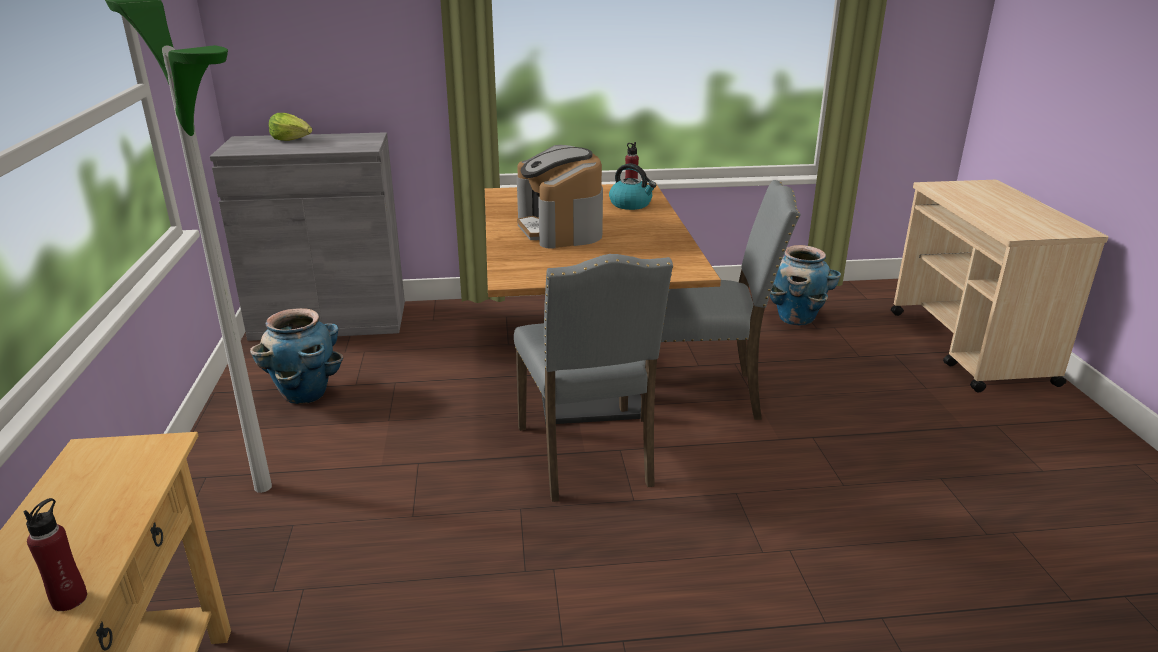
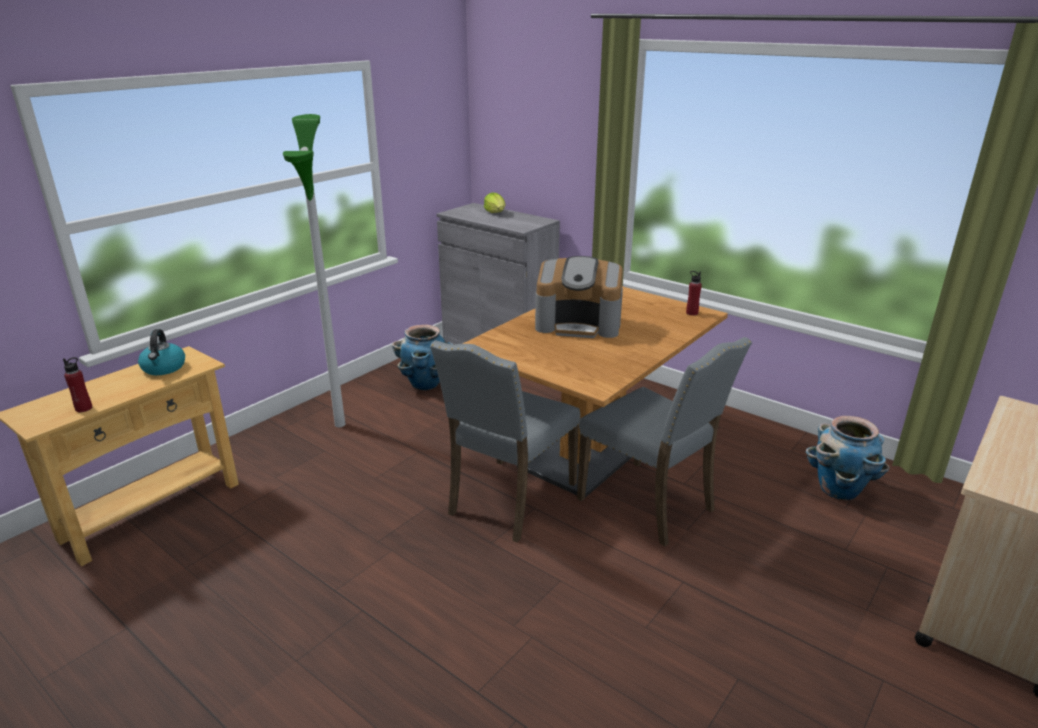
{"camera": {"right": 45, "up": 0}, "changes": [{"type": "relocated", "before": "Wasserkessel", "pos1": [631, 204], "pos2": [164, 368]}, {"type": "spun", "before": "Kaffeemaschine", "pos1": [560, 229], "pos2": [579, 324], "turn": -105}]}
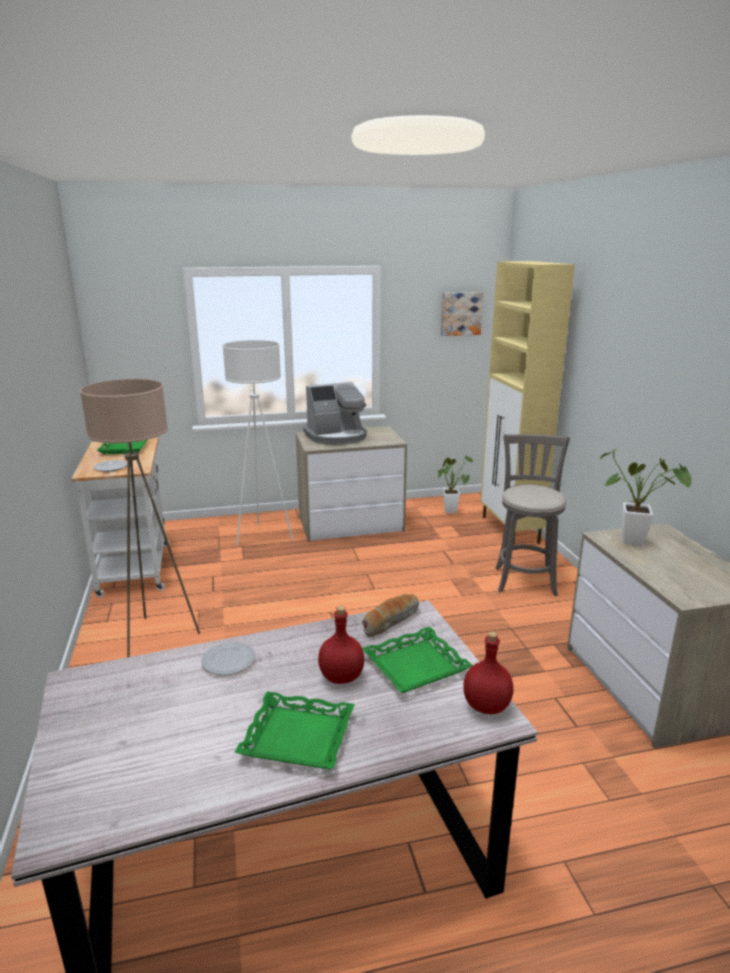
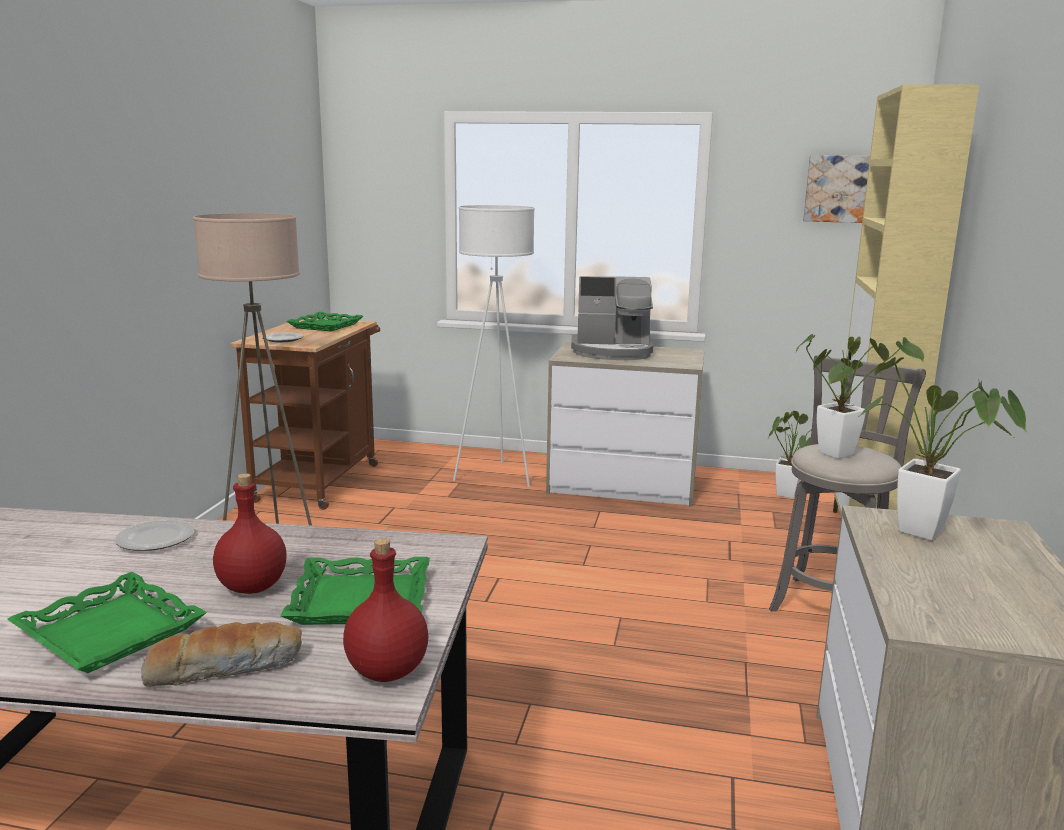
{"camera": {"right": 25, "up": -5}, "changes": [{"type": "relocated", "before": "Brot", "pos1": [390, 620], "pos2": [225, 667]}, {"type": "colour", "before": "Rollwagen/weiß", "after": "Rollwagen/braun", "pos1": [135, 566], "pos2": [320, 479]}, {"type": "appeared", "after": "Topfpflanze", "pos2": [841, 453]}]}
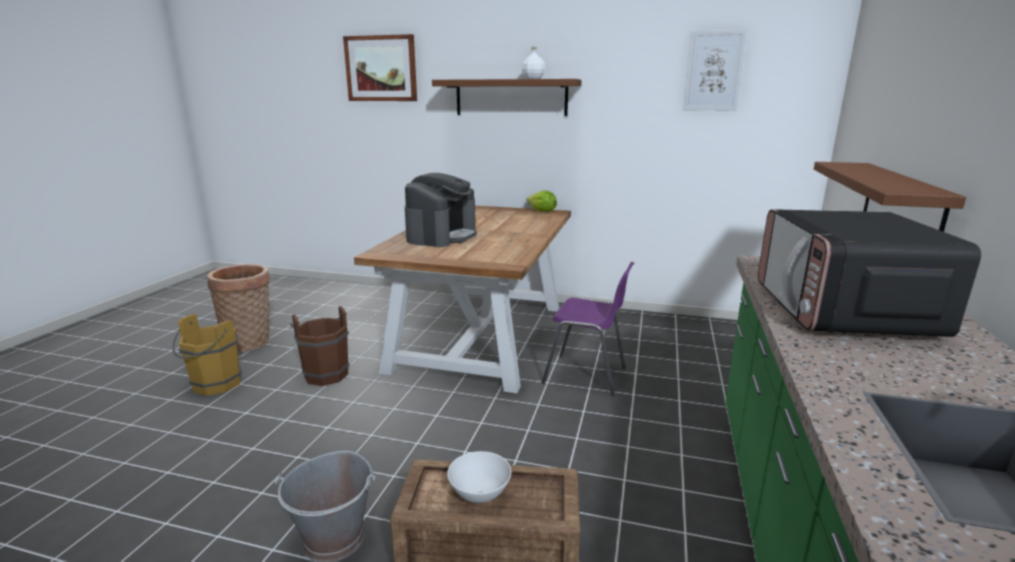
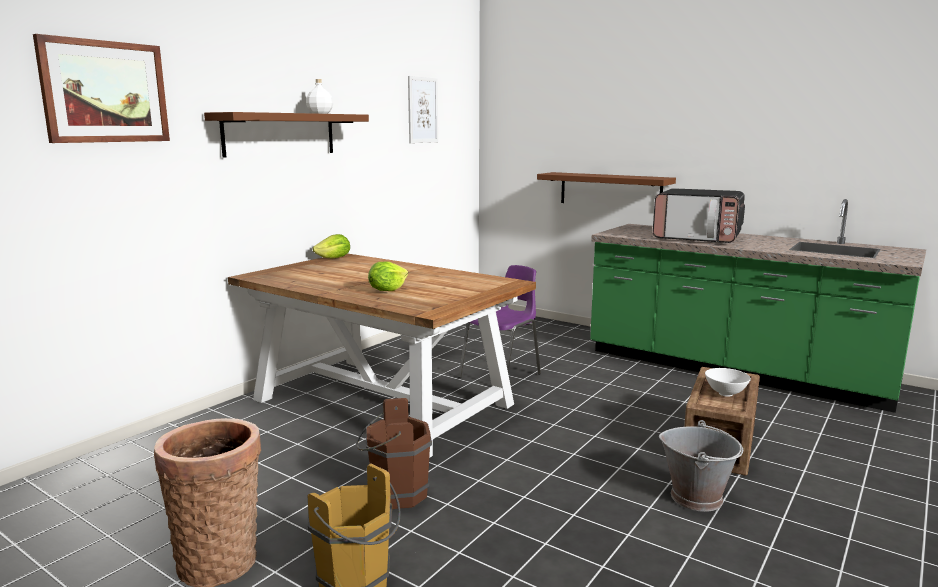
{"camera": {"right": -70, "up": -5}, "changes": [{"type": "exchanged", "before": "Kaffeemaschine", "after": "Salatkopf", "pos1": [442, 236], "pos2": [387, 290]}]}
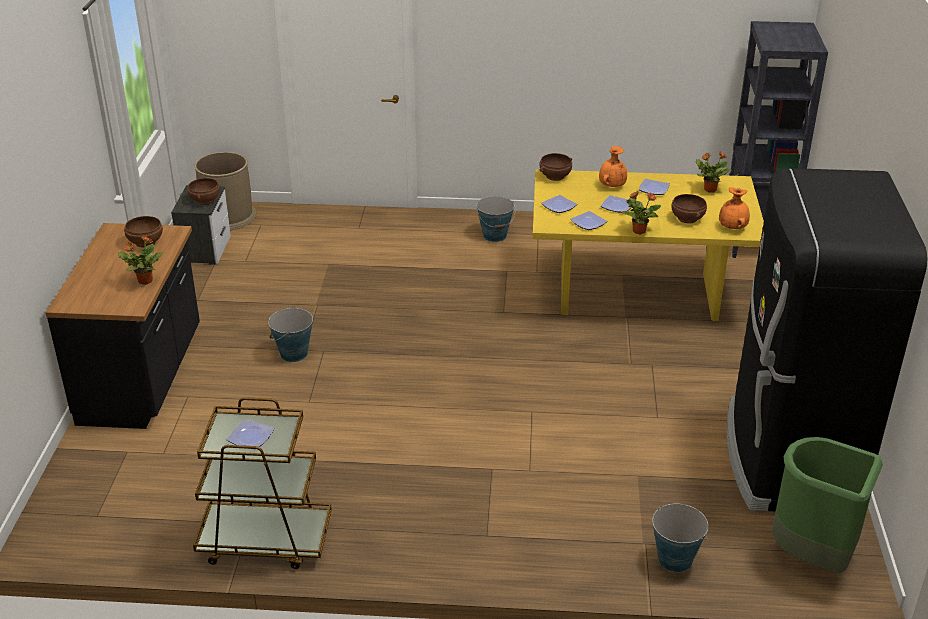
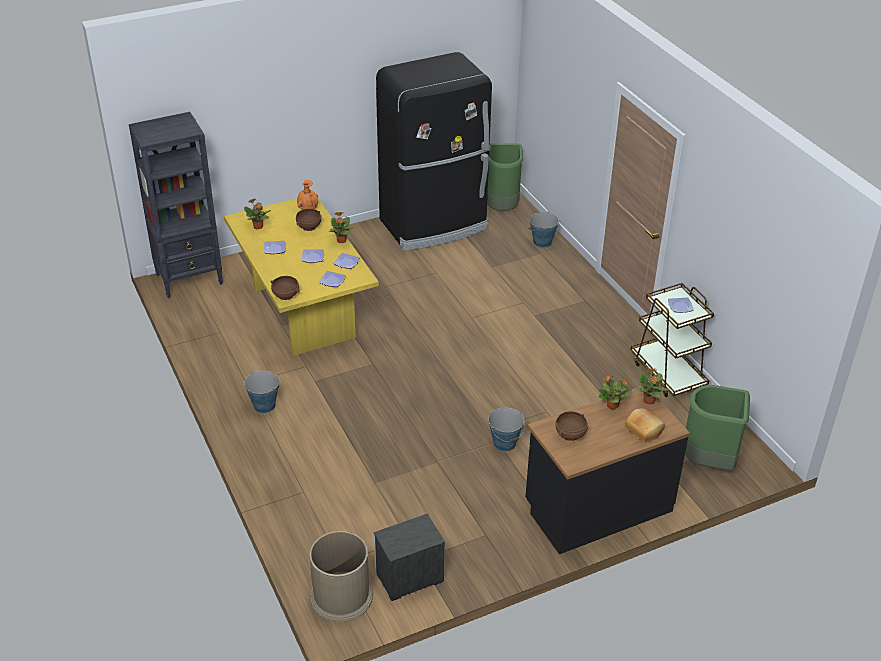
{"camera": {"right": -120, "up": 5}, "changes": [{"type": "appeared", "after": "Brot", "pos2": [644, 430]}, {"type": "appeared", "after": "Topfpflanze", "pos2": [649, 401]}, {"type": "appeared", "after": "Mülleimer/grün", "pos2": [709, 462]}, {"type": "missing", "before": "Schüssel/braun", "pos1": [205, 200]}, {"type": "missing", "before": "Vase/orange", "pos1": [611, 186]}]}
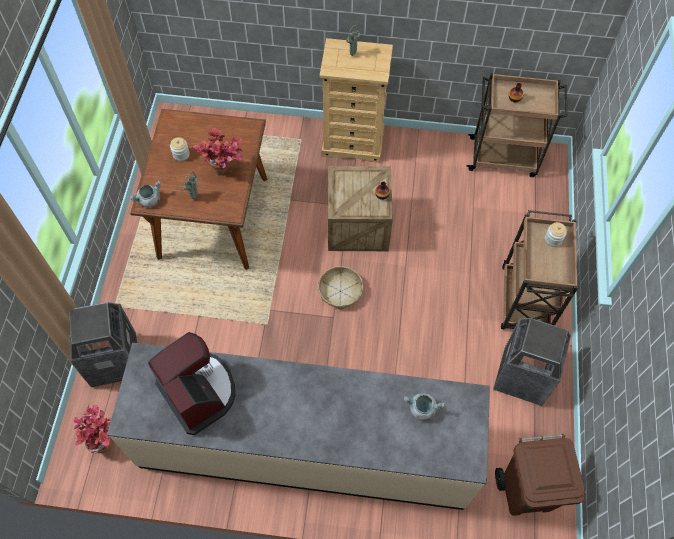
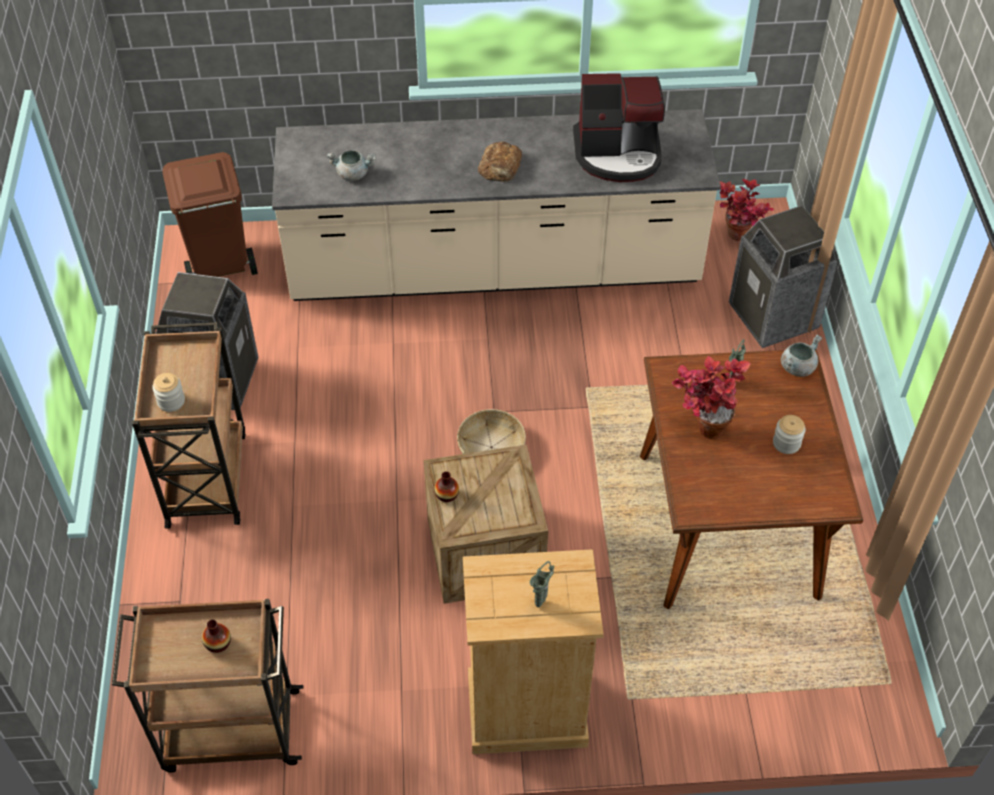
{"camera": {"right": 170, "up": -10}, "changes": [{"type": "appeared", "after": "Brot", "pos2": [500, 167]}, {"type": "spun", "before": "Kaffeemaschine", "pos1": [199, 392], "pos2": [618, 154], "turn": -45}]}
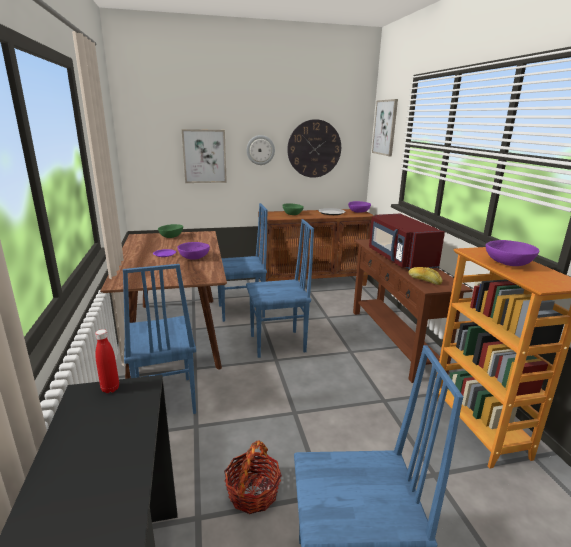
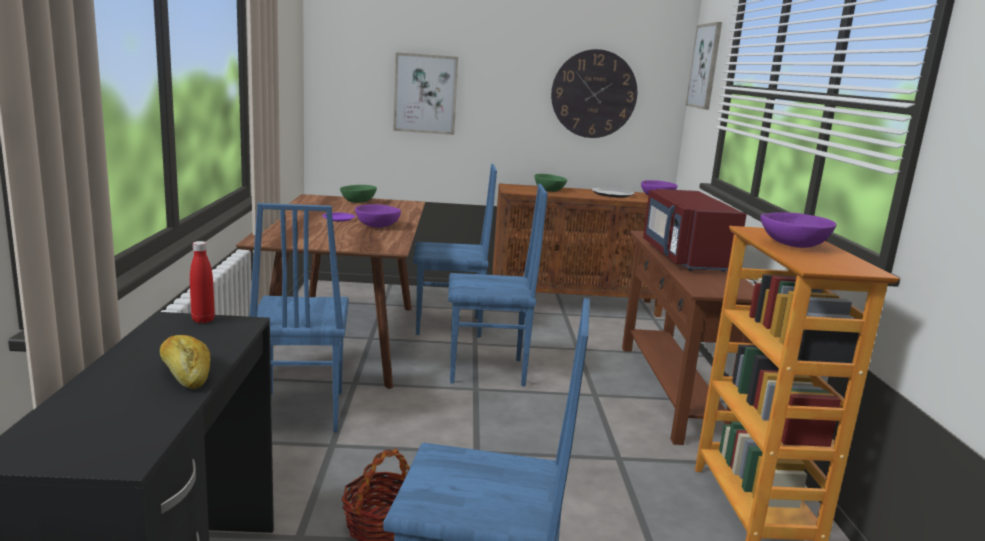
{"camera": {"right": 10, "up": -5}, "changes": [{"type": "relocated", "before": "Brot", "pos1": [424, 280], "pos2": [186, 373]}, {"type": "missing", "before": "Wanduhr", "pos1": [260, 150]}]}
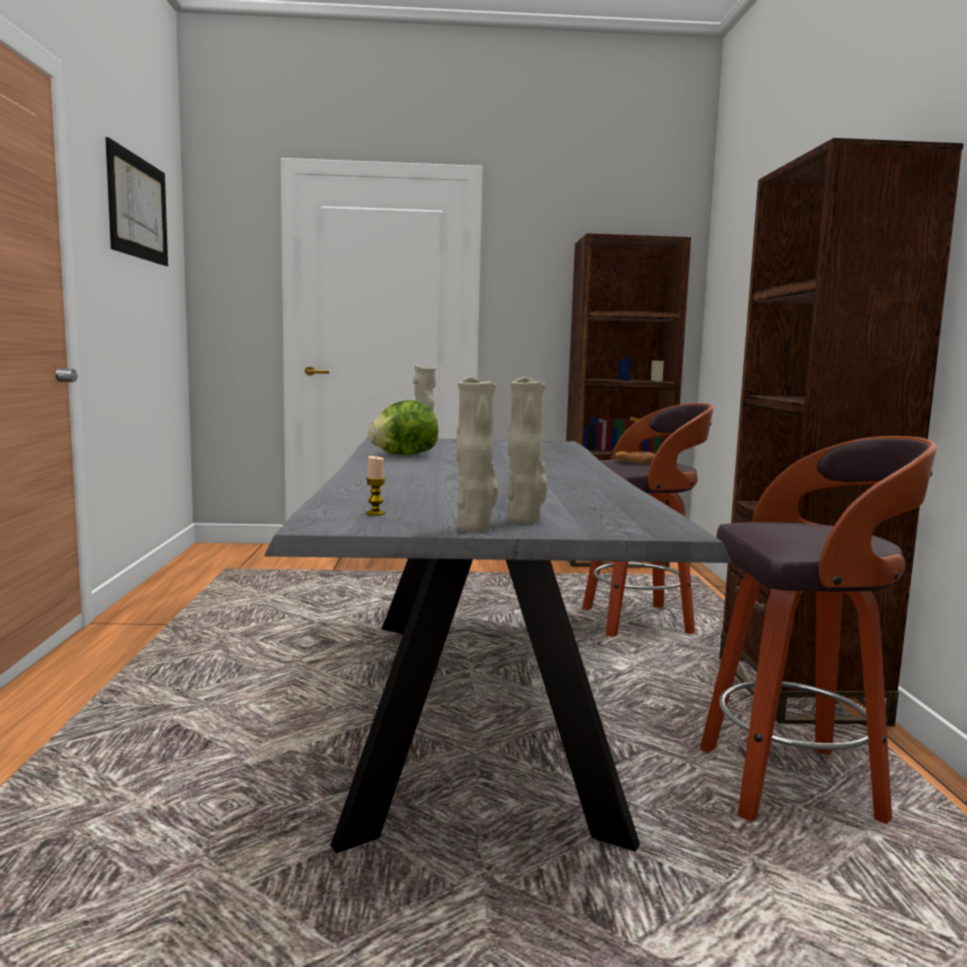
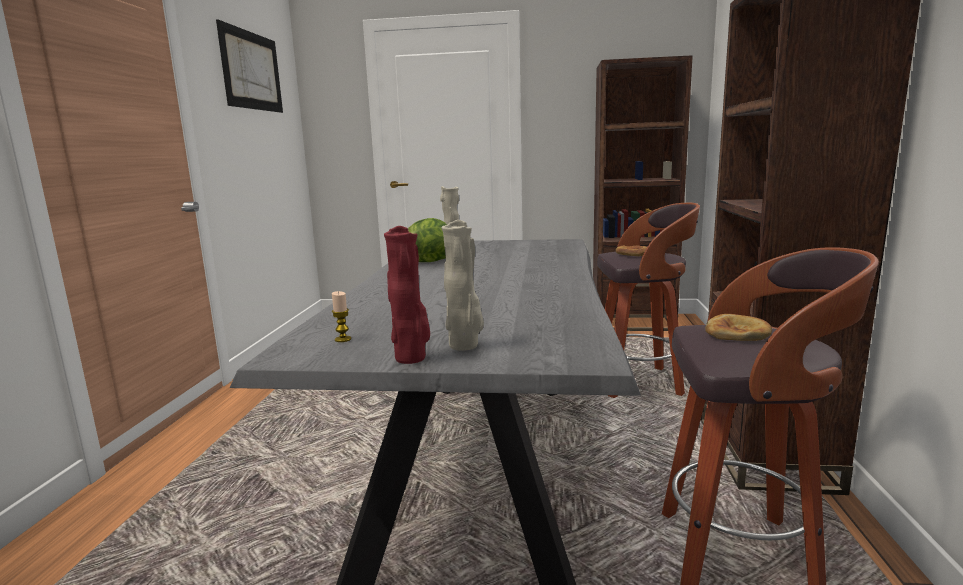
{"camera": {"right": 10, "up": 5}, "changes": [{"type": "colour", "before": "Vase/beige", "after": "Vase/rot", "pos1": [475, 528], "pos2": [412, 359]}, {"type": "appeared", "after": "Brot", "pos2": [737, 333]}]}
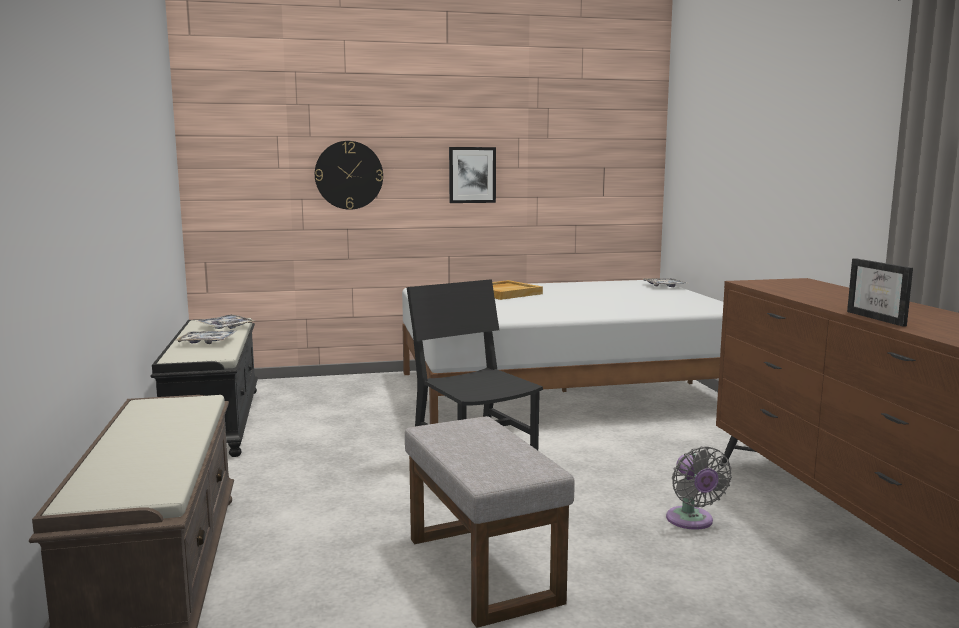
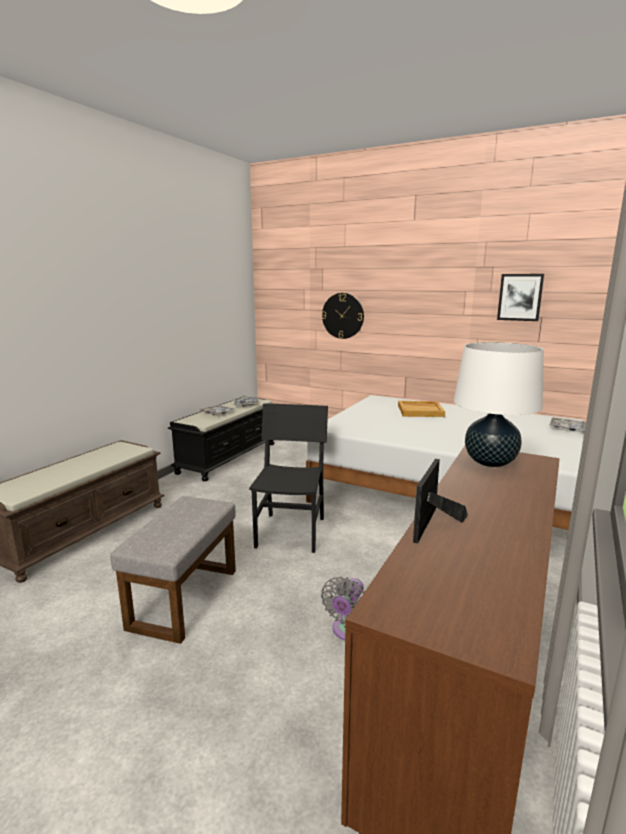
{"camera": {"right": 40, "up": 5}, "changes": [{"type": "appeared", "after": "Tischlampe/weiß", "pos2": [490, 462]}, {"type": "relocated", "before": "Bild", "pos1": [472, 175], "pos2": [520, 297]}]}
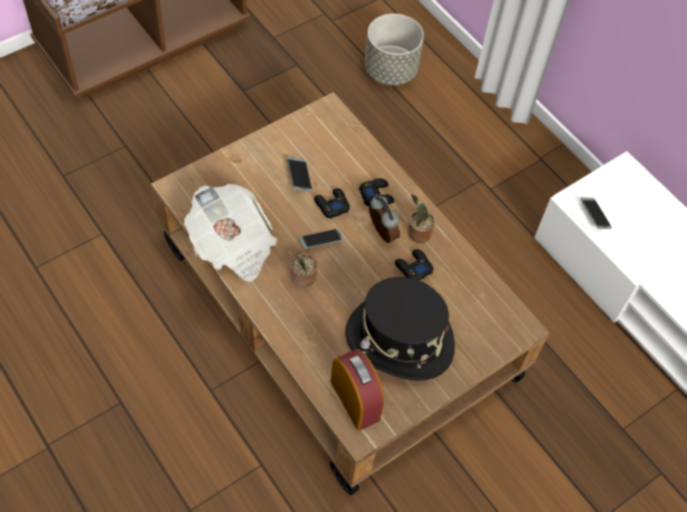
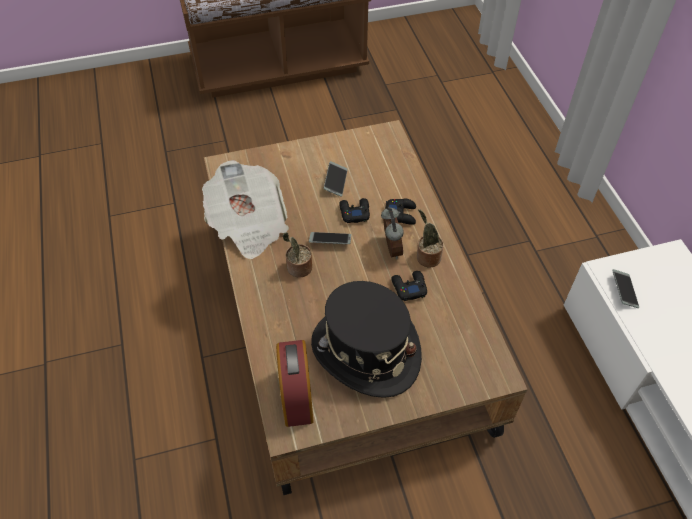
{"camera": {"right": 25, "up": -5}, "changes": [{"type": "missing", "before": "Pflanzkübel/grau", "pos1": [391, 70]}]}
